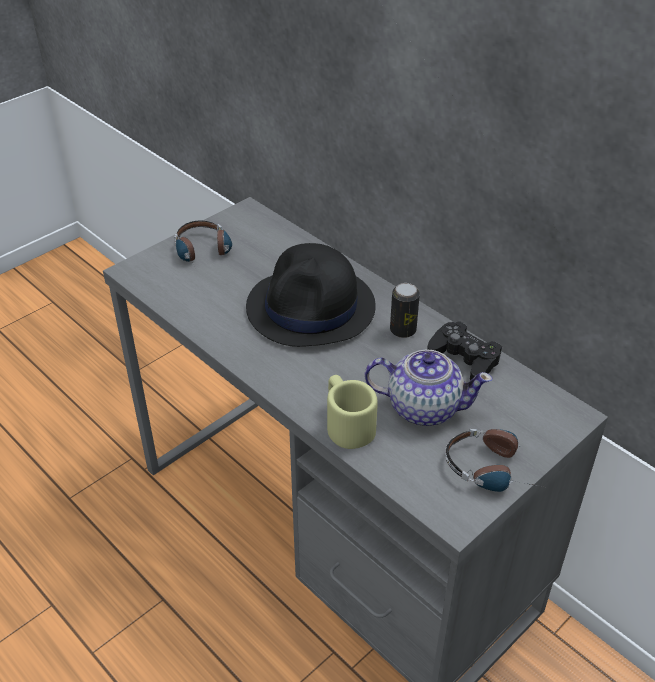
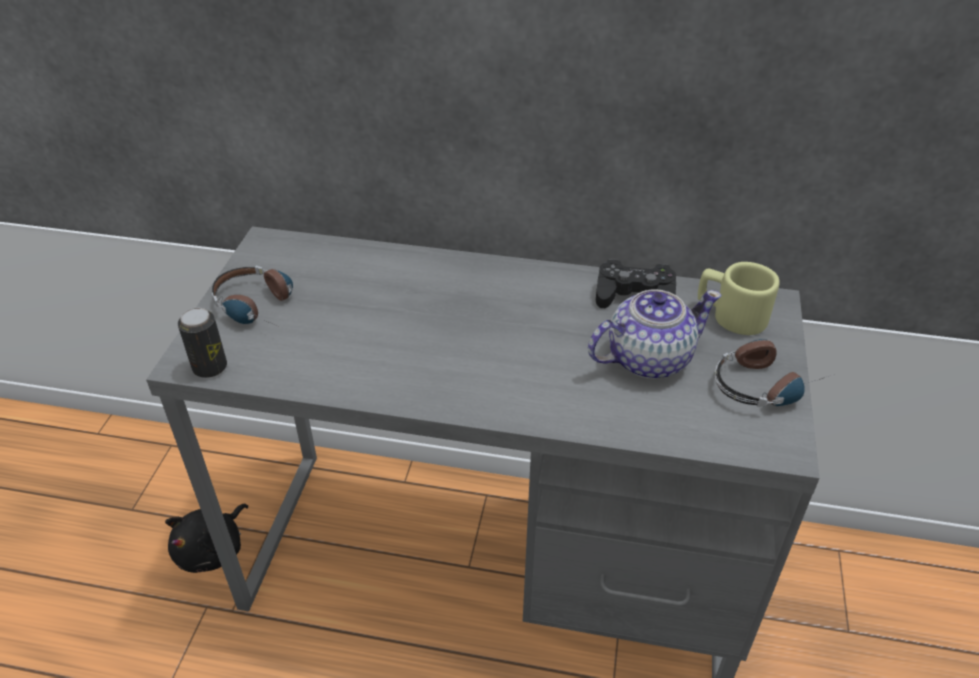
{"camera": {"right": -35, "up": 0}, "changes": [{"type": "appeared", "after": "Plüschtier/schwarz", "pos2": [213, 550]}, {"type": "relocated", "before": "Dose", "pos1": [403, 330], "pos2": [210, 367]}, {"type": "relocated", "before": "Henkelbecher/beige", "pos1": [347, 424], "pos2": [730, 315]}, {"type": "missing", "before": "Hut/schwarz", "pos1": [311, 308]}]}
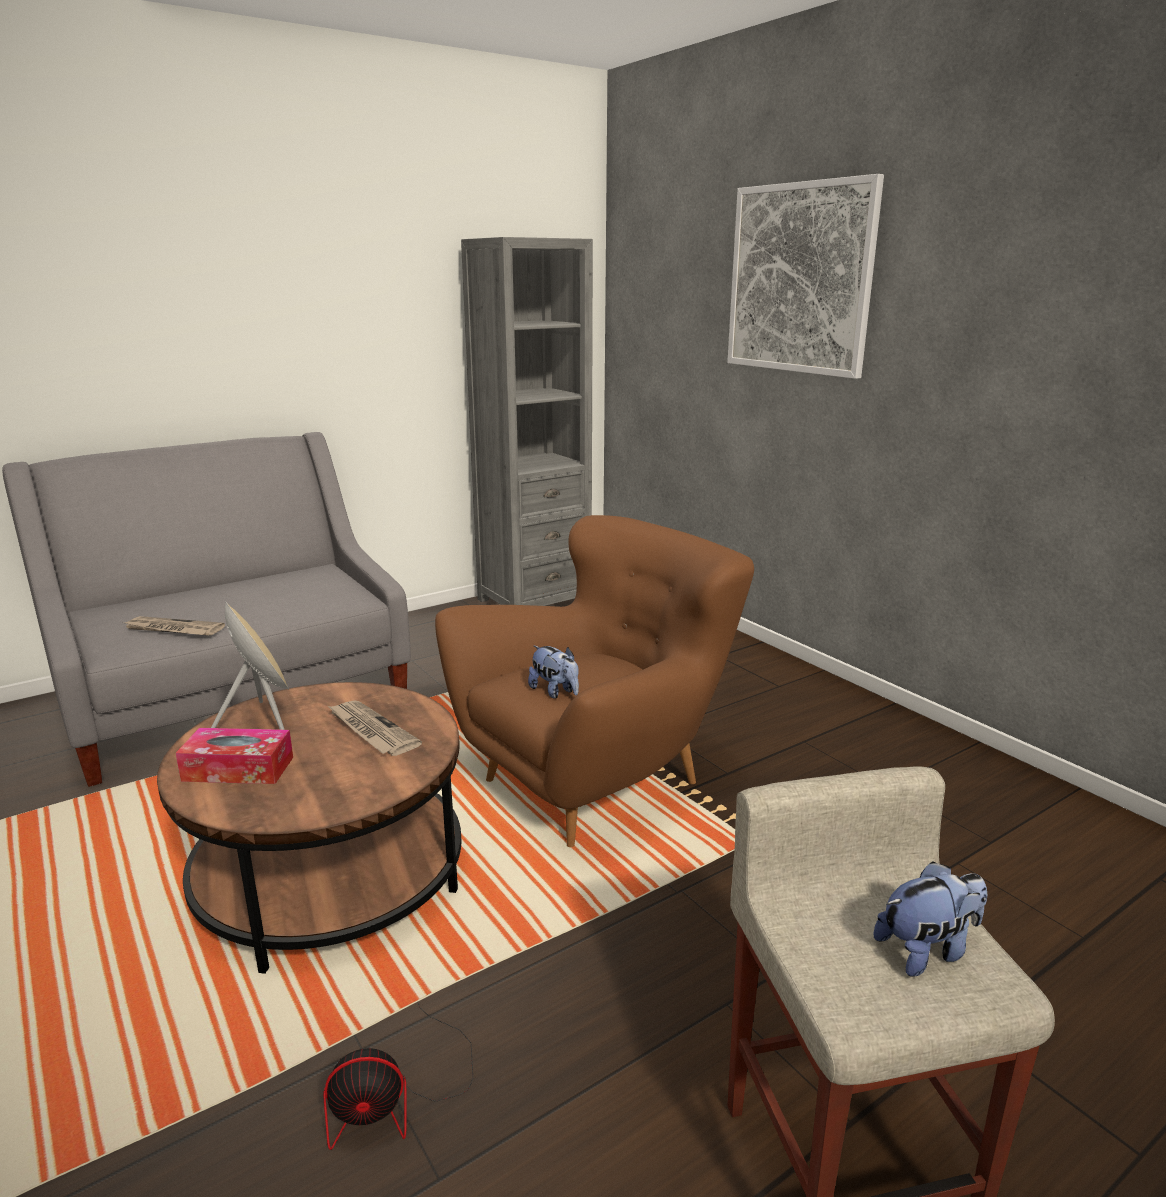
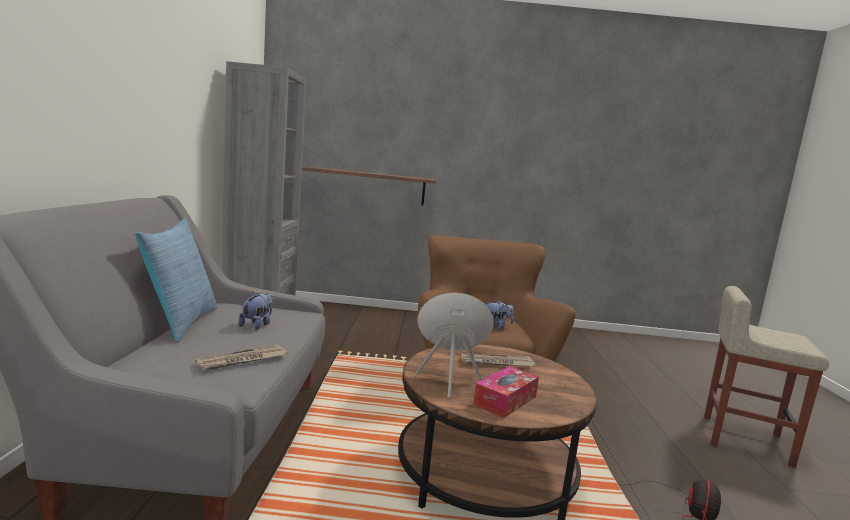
{"camera": {"right": -55, "up": -10}, "changes": [{"type": "appeared", "after": "Kissen", "pos2": [179, 323]}, {"type": "relocated", "before": "Plüschtier", "pos1": [927, 950], "pos2": [257, 325]}, {"type": "appeared", "after": "Wandregal", "pos2": [358, 185]}, {"type": "missing", "before": "Bild", "pos1": [799, 279]}]}
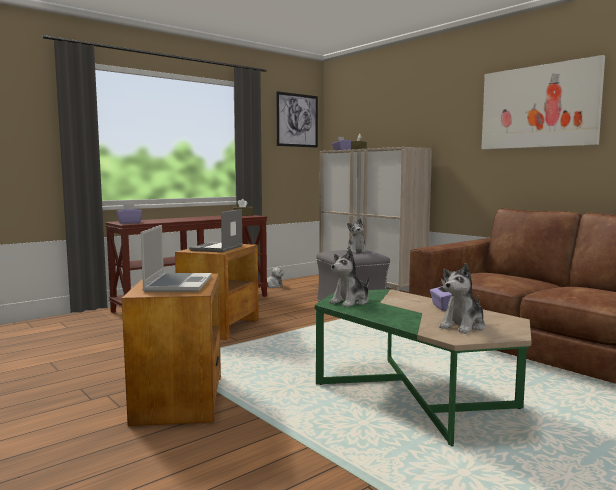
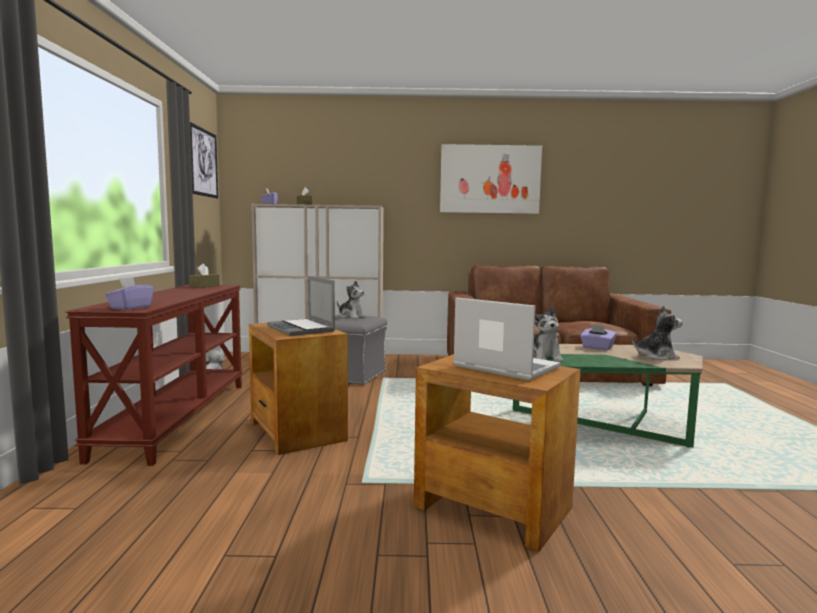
{"camera": {"right": -50, "up": 0}, "changes": [{"type": "spun", "before": "Plüschtier", "pos1": [463, 326], "pos2": [655, 356], "turn": -90}]}
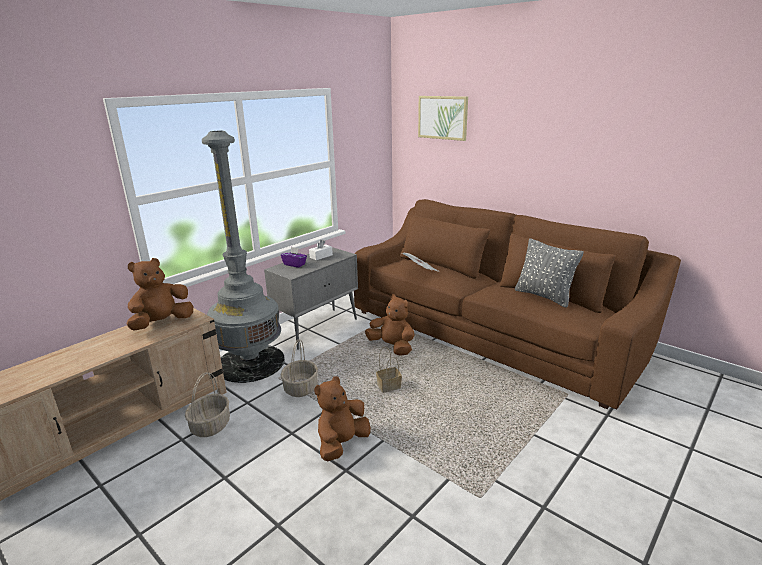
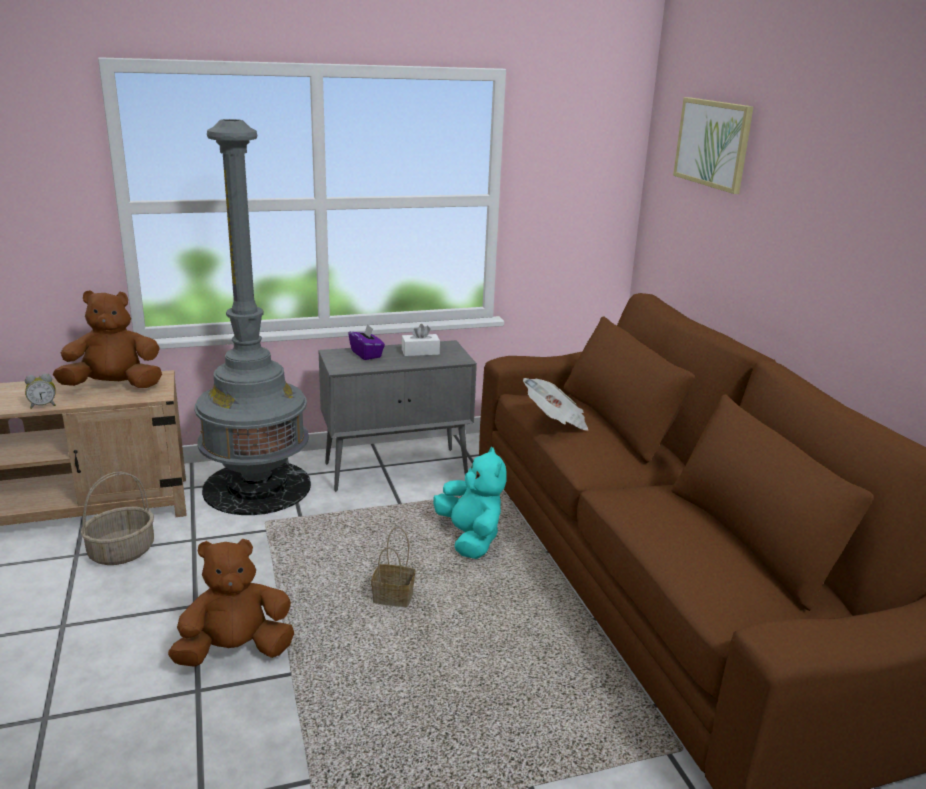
{"camera": {"right": 30, "up": 0}, "changes": [{"type": "appeared", "after": "Wecker", "pos2": [43, 405]}, {"type": "colour", "before": "Plüschtier/braun", "after": "Plüschtier/türkis", "pos1": [392, 347], "pos2": [470, 538]}, {"type": "missing", "before": "Korb", "pos1": [300, 388]}, {"type": "missing", "before": "Kissen/grau", "pos1": [544, 296]}]}
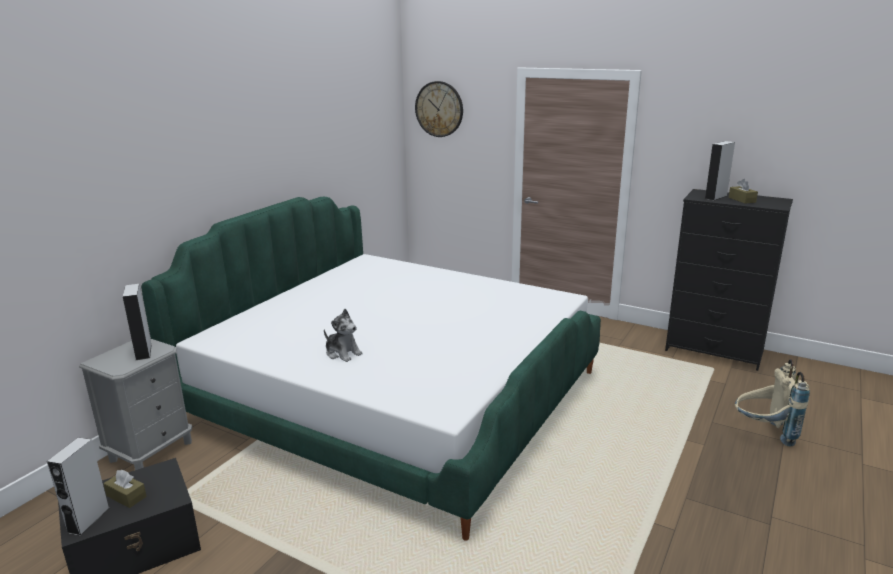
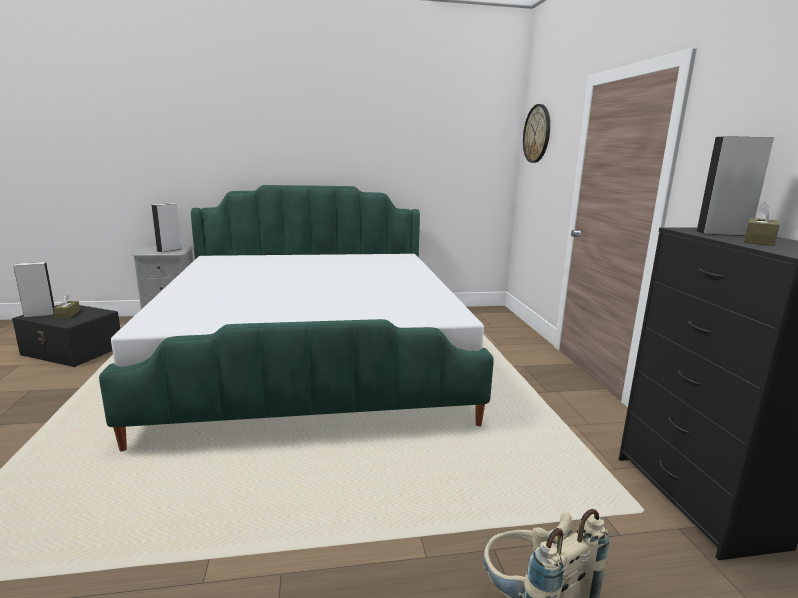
{"camera": {"right": 50, "up": -5}, "changes": [{"type": "missing", "before": "Plüschtier", "pos1": [343, 353]}]}
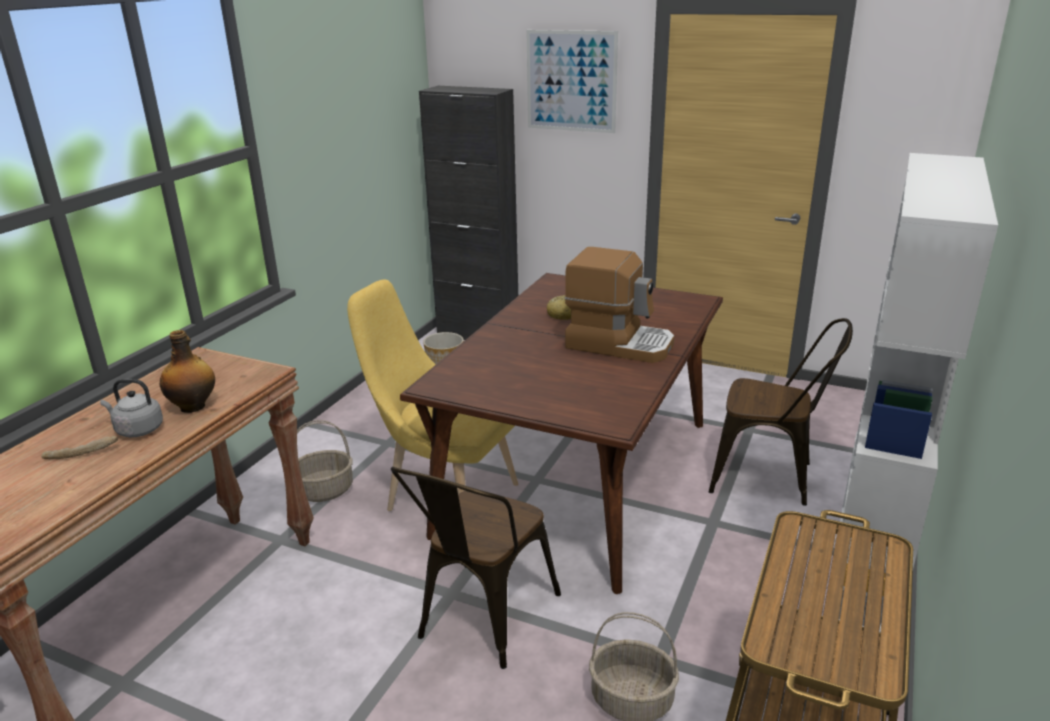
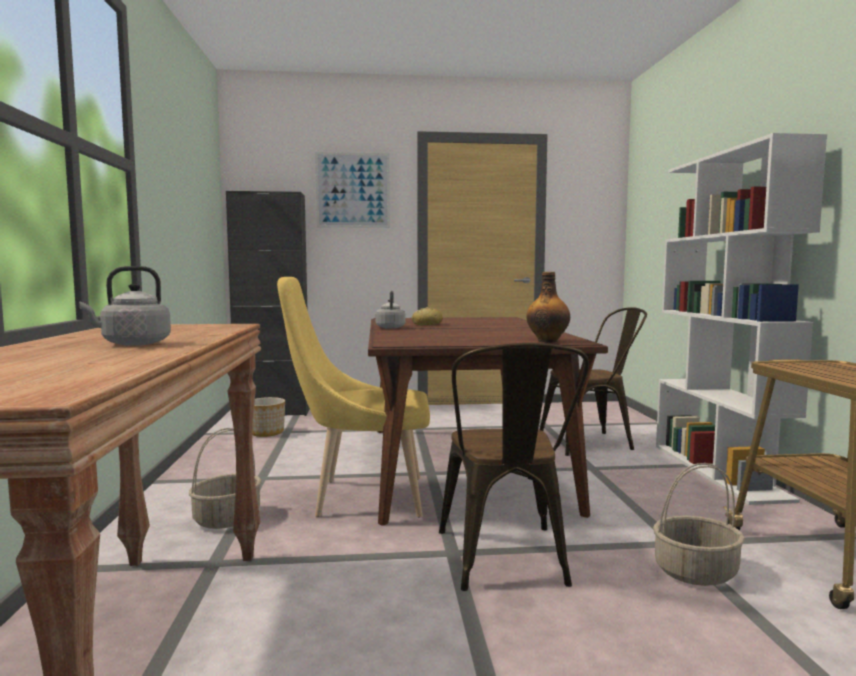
{"camera": {"right": -30, "up": -20}, "changes": [{"type": "appeared", "after": "Wasserkessel/grau", "pos2": [390, 327]}, {"type": "relocated", "before": "Flasche", "pos1": [194, 406], "pos2": [548, 341]}, {"type": "missing", "before": "Brot", "pos1": [82, 453]}, {"type": "missing", "before": "Kaffeemaschine", "pos1": [619, 343]}]}
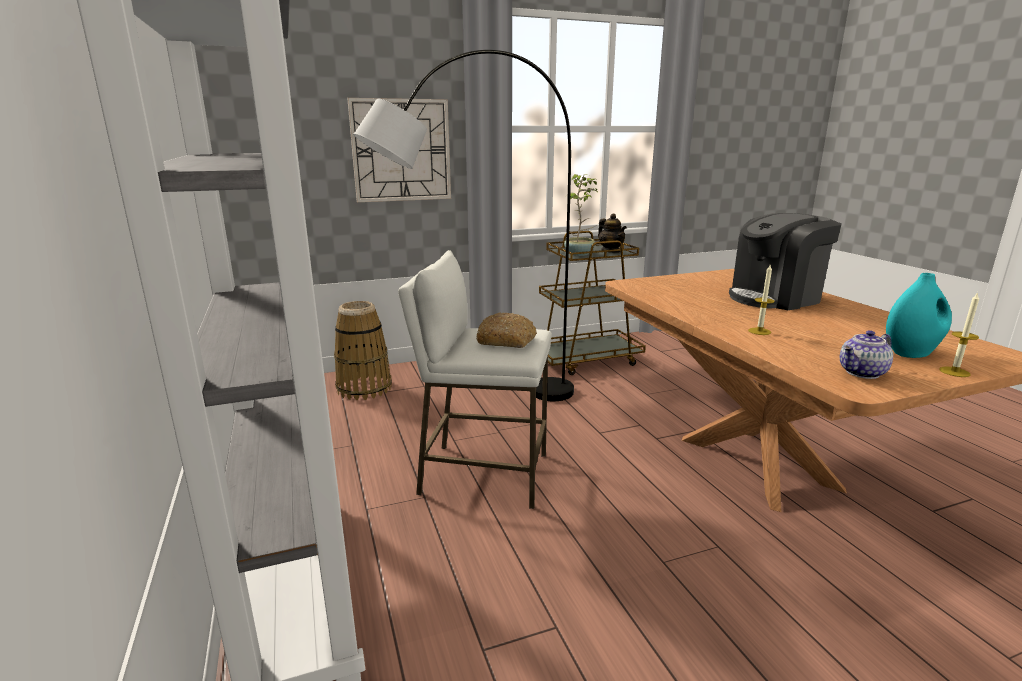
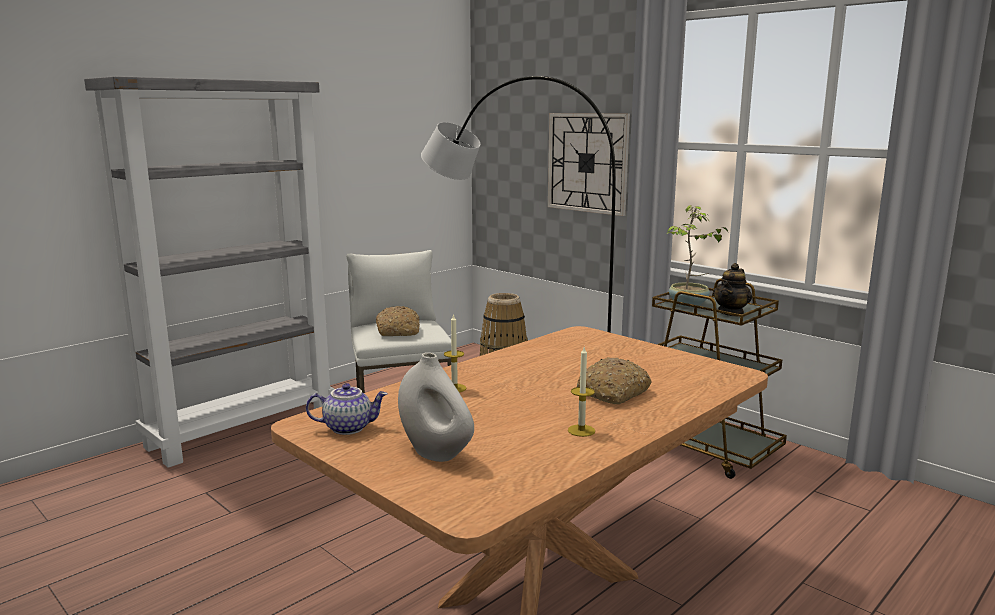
{"camera": {"right": 65, "up": -5}, "changes": [{"type": "spun", "before": "Teekanne", "pos1": [862, 373], "pos2": [348, 427], "turn": 135}, {"type": "colour", "before": "Vase/türkis", "after": "Vase/weiß", "pos1": [911, 353], "pos2": [436, 453]}, {"type": "relocated", "before": "Kerze", "pos1": [954, 372], "pos2": [581, 430]}, {"type": "exchanged", "before": "Kaffeemaschine", "after": "Brot", "pos1": [775, 298], "pos2": [613, 393]}]}
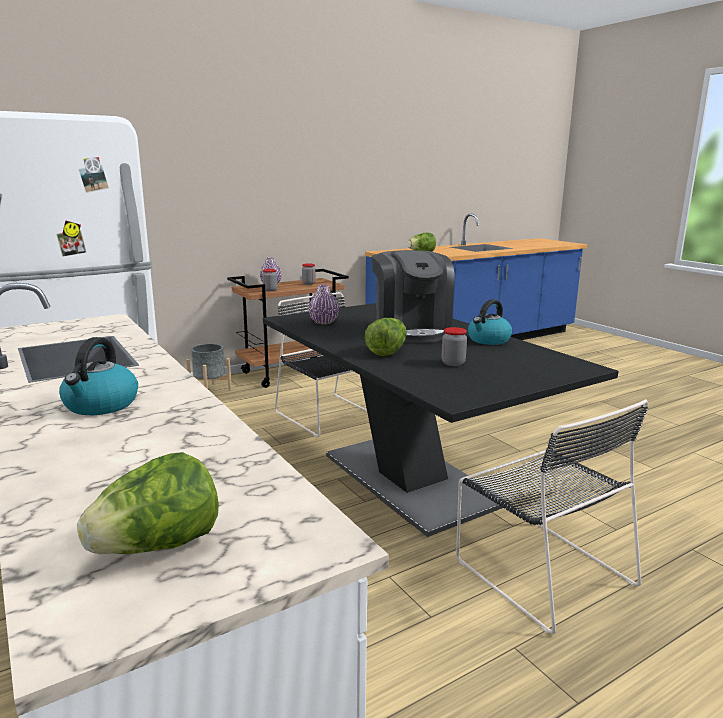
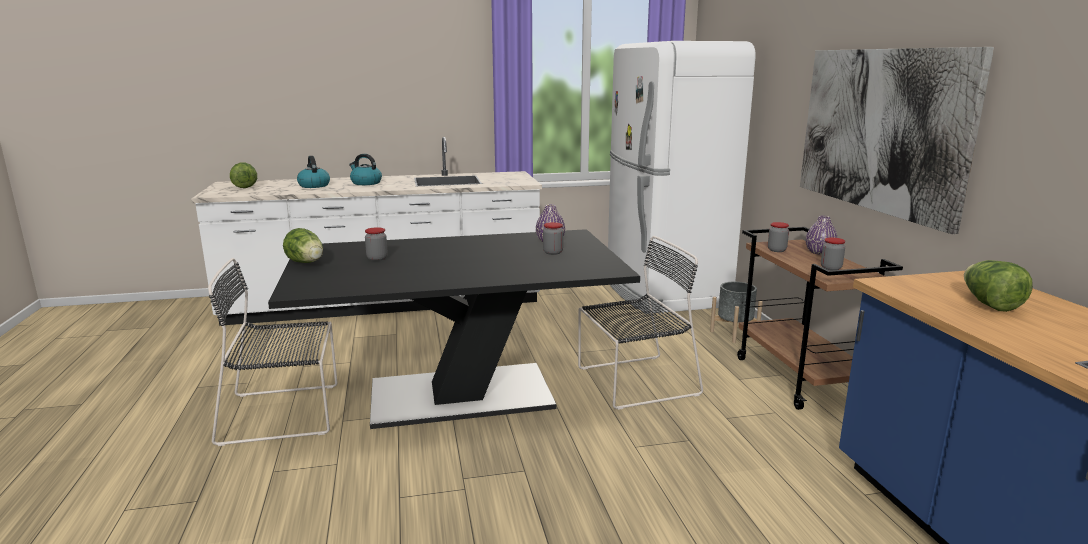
{"camera": {"right": 110, "up": 0}, "changes": [{"type": "relocated", "before": "Salatkopf", "pos1": [387, 352], "pos2": [307, 263]}, {"type": "relocated", "before": "Wasserkessel", "pos1": [488, 340], "pos2": [314, 185]}, {"type": "appeared", "after": "Vorratsglas", "pos2": [553, 252]}, {"type": "appeared", "after": "Bild", "pos2": [881, 130]}, {"type": "missing", "before": "Kaffeemaschine", "pos1": [411, 331]}]}
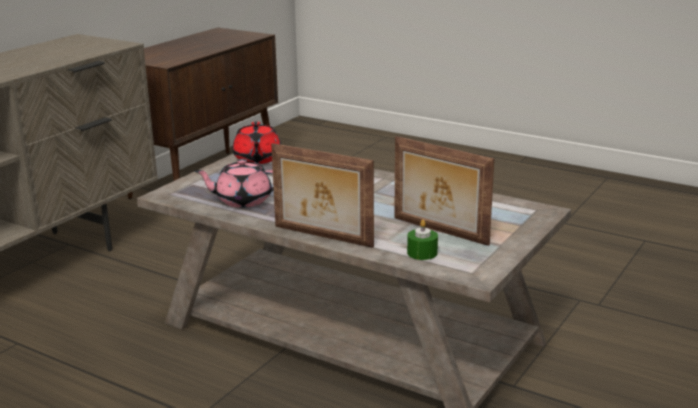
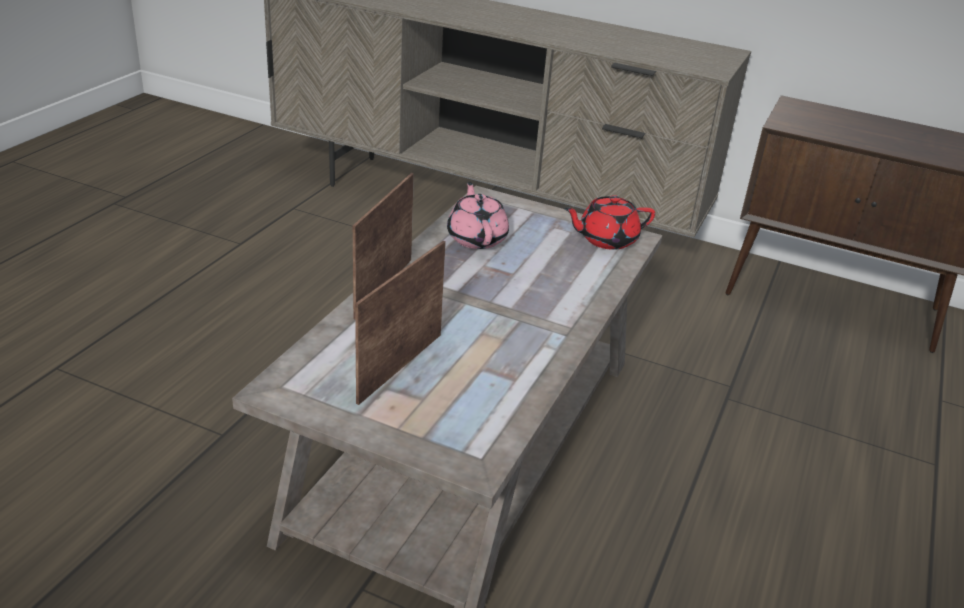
{"camera": {"right": 80, "up": 10}, "changes": [{"type": "missing", "before": "Kerze/grün", "pos1": [422, 253]}]}
